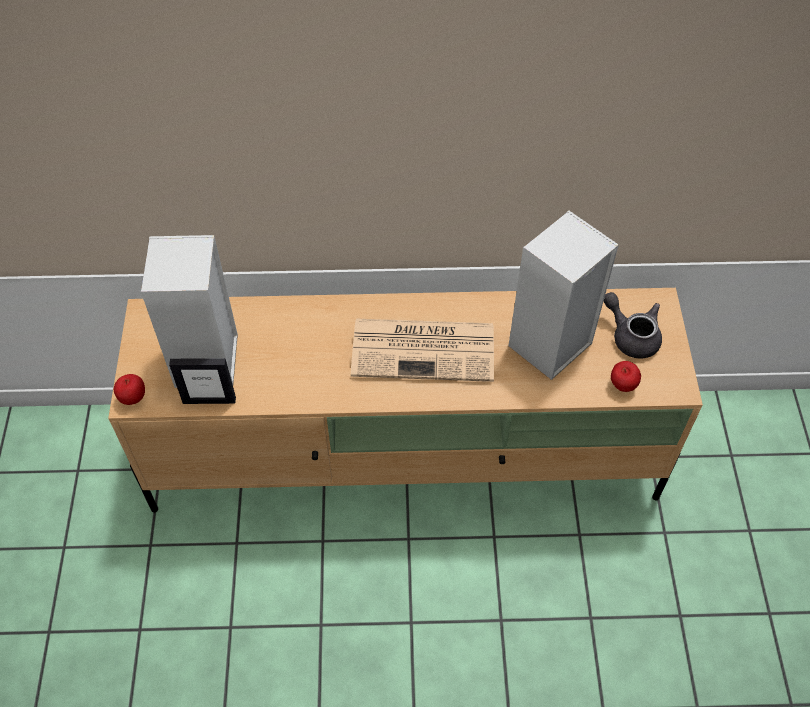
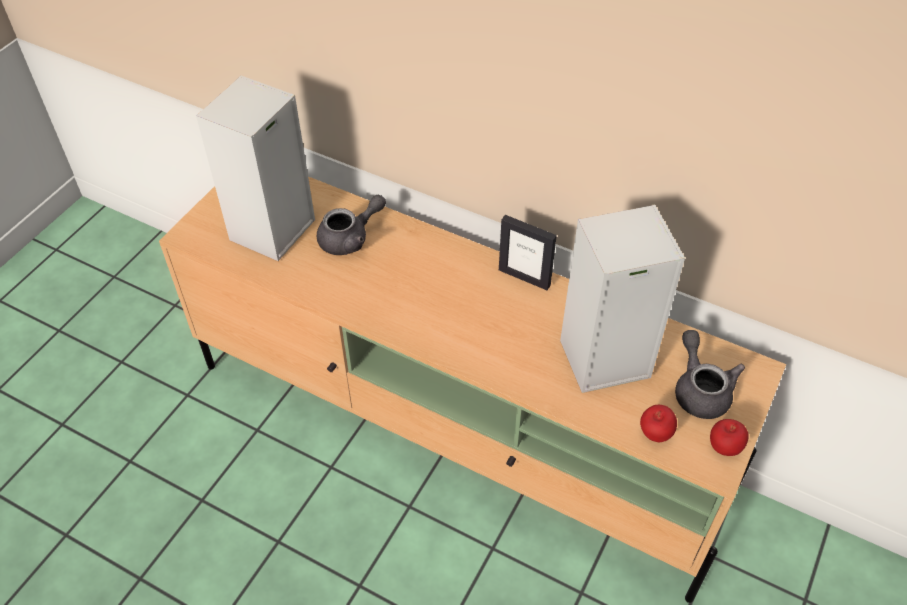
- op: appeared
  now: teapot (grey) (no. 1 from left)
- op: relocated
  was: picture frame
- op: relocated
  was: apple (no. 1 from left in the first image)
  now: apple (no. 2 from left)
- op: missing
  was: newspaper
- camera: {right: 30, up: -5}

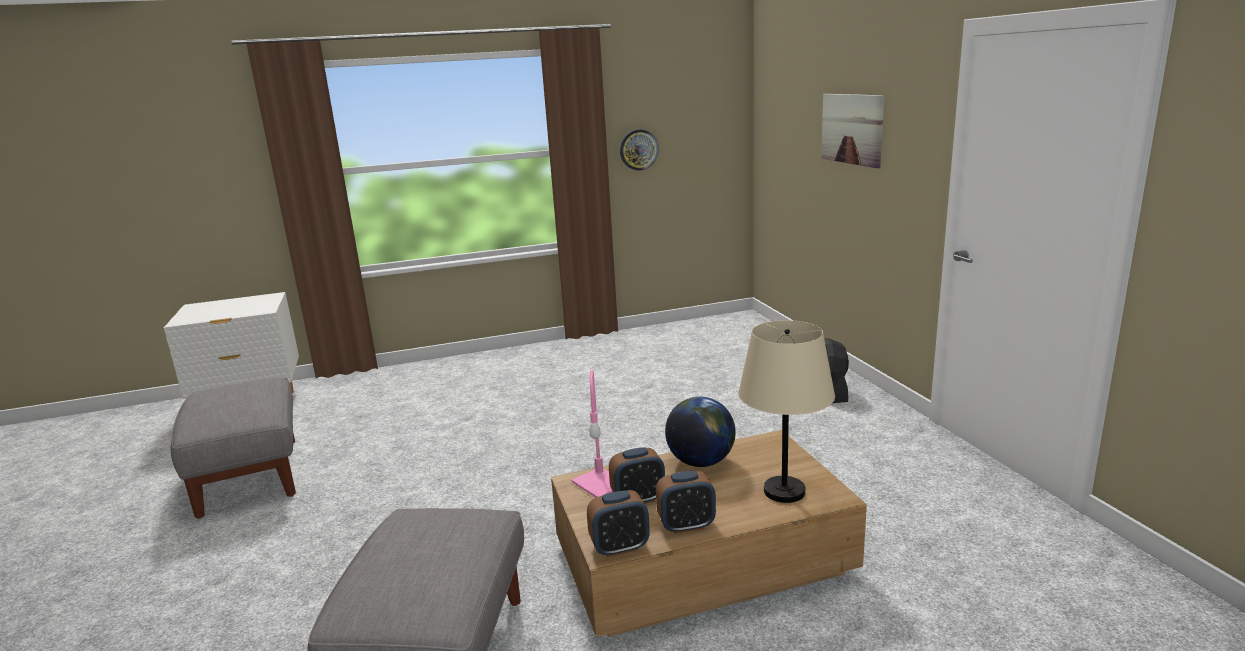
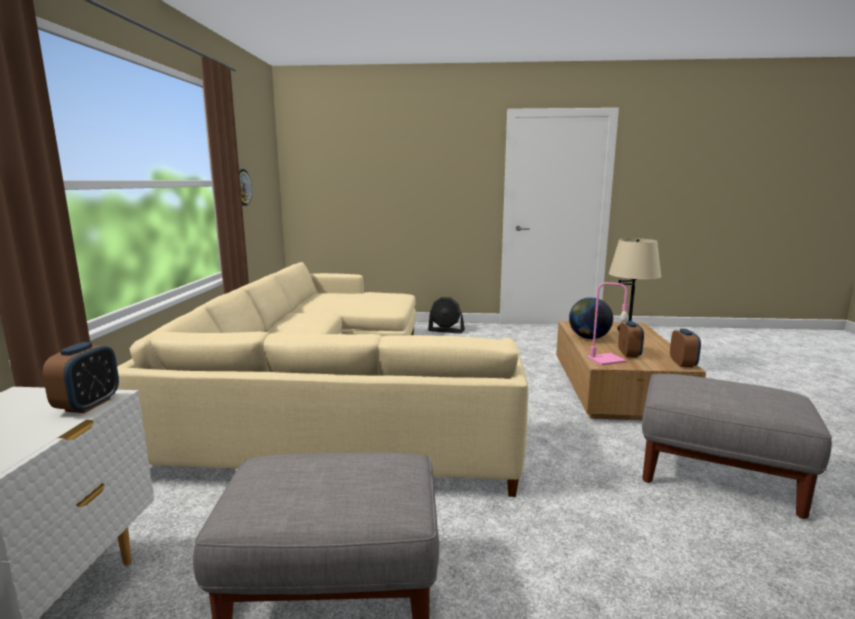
- op: relocated
  was: alarm clock (no. 3 from left in the first image)
  now: alarm clock (no. 1 from left)
- op: appeared
  now: sofa (beige)
- op: missing
  was: picture
- camera: {right: -70, up: -5}

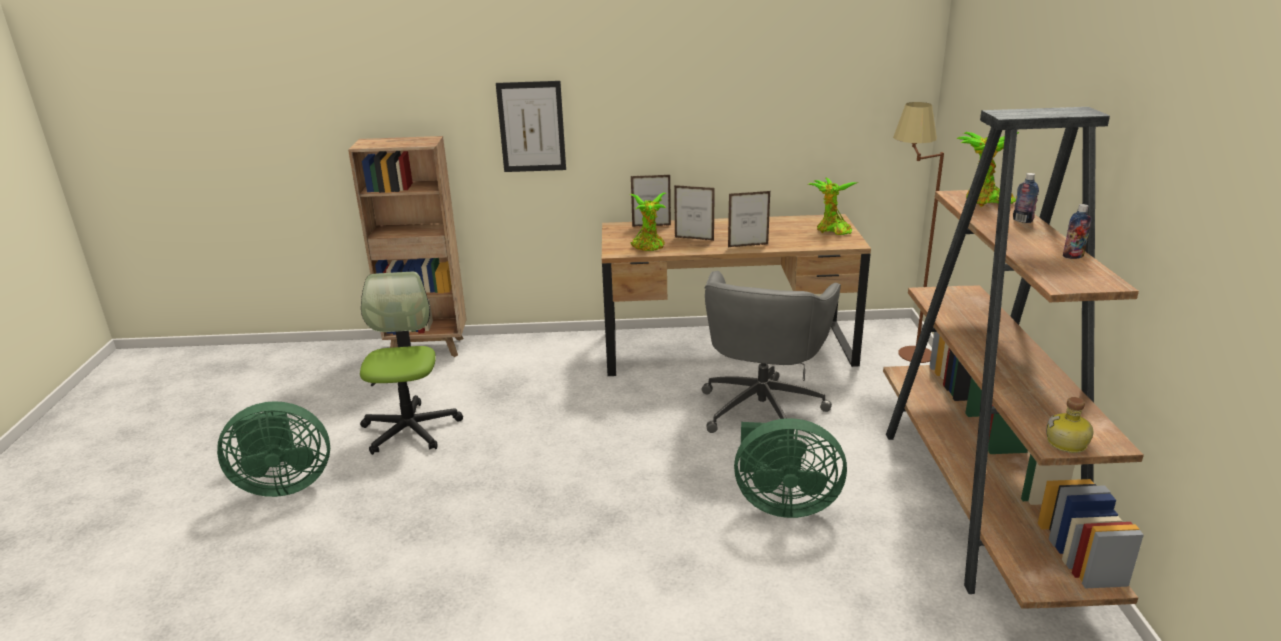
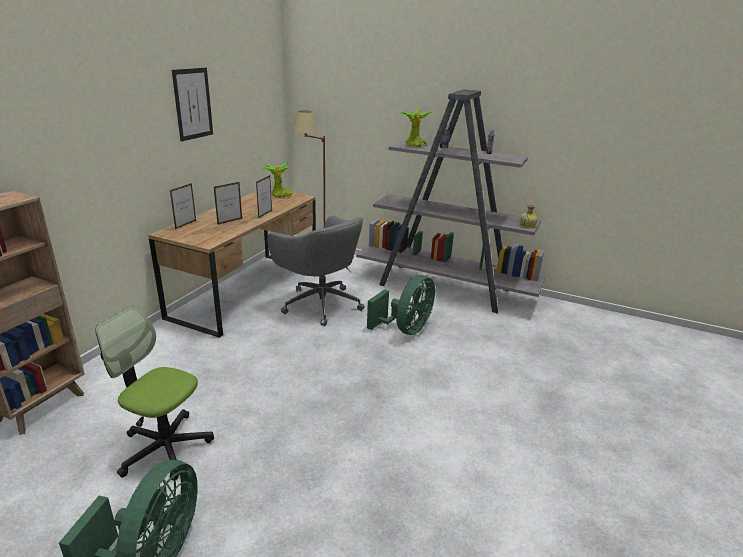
- op: relocated
  was: picture
- op: colour
  was: bookcase (brown) (no. 2 from left)
  now: bookcase (grey)
- op: missing
  was: potted plant (no. 1 from left)
- camera: {right: -65, up: 0}

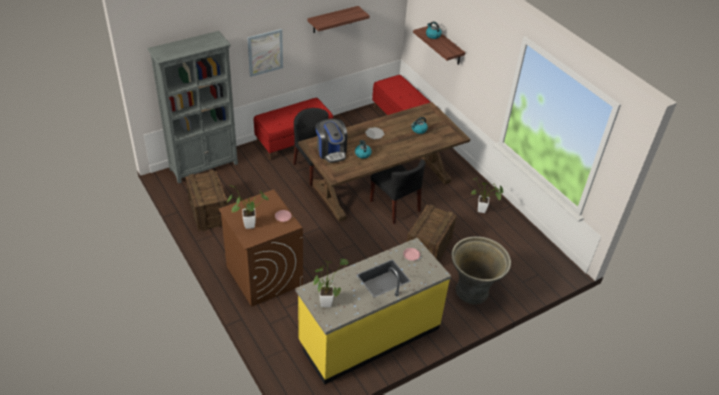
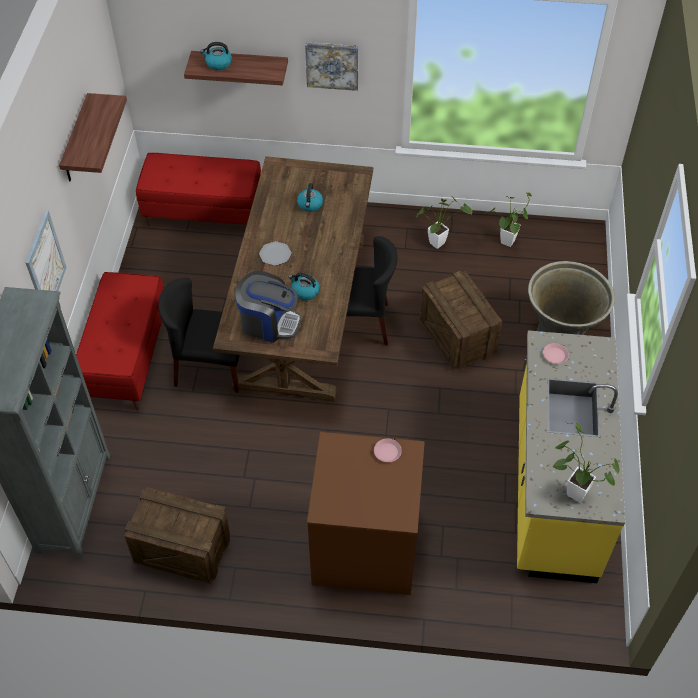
- op: appeared
  now: picture (no. 2 from left)
- op: relocated
  was: potted plant (no. 1 from left in the first image)
  now: potted plant (no. 2 from left)
- camera: {right: -50, up: 10}

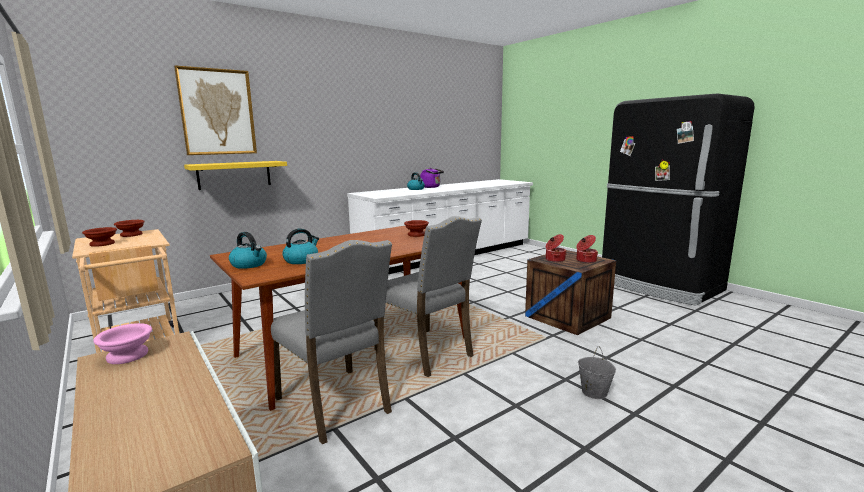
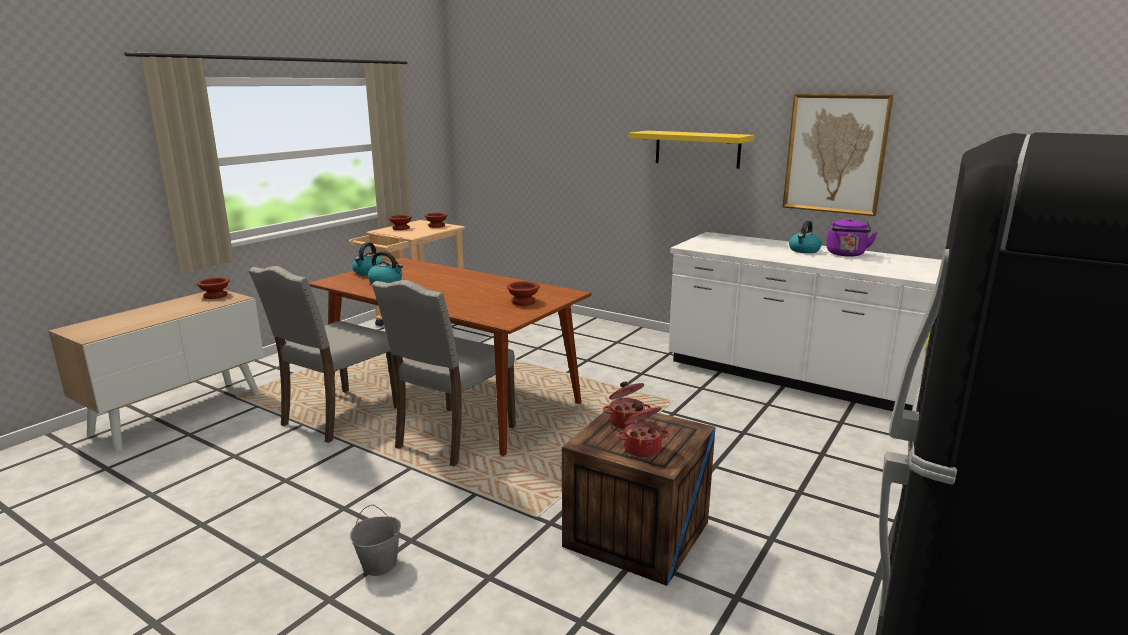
- op: colour
  was: bowl (pink)
  now: bowl (brown) (no. 1 from left)
- op: relocated
  was: shelf (yellow)
- op: relocated
  was: picture
- camera: {right: 70, up: 5}

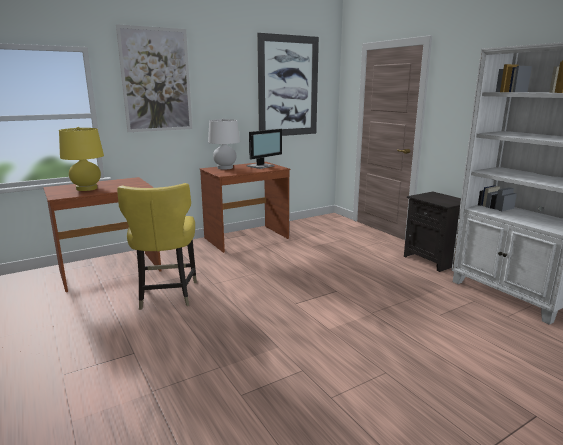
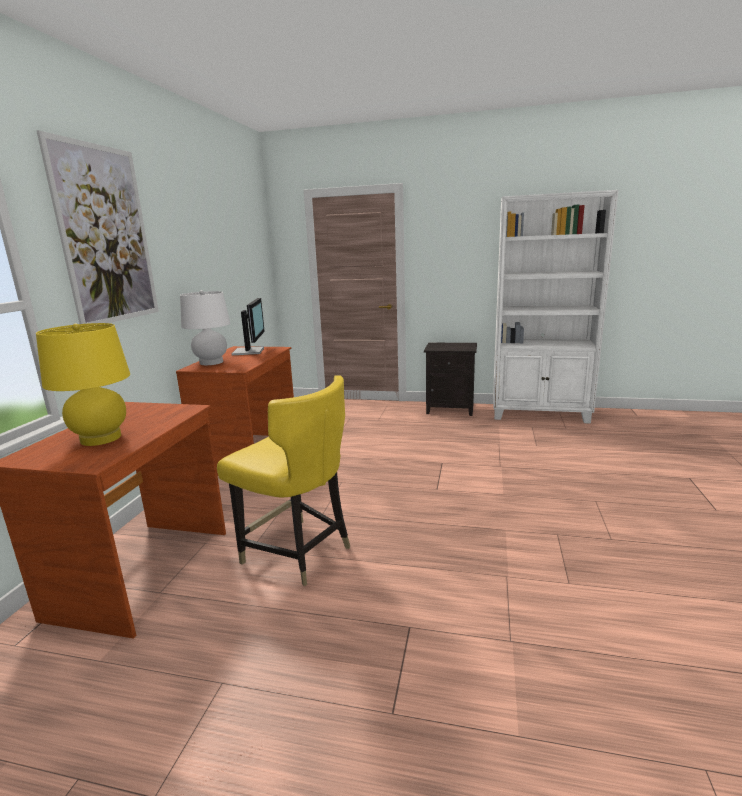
- op: missing
  was: picture (no. 2 from left)
- camera: {right: -45, up: 0}

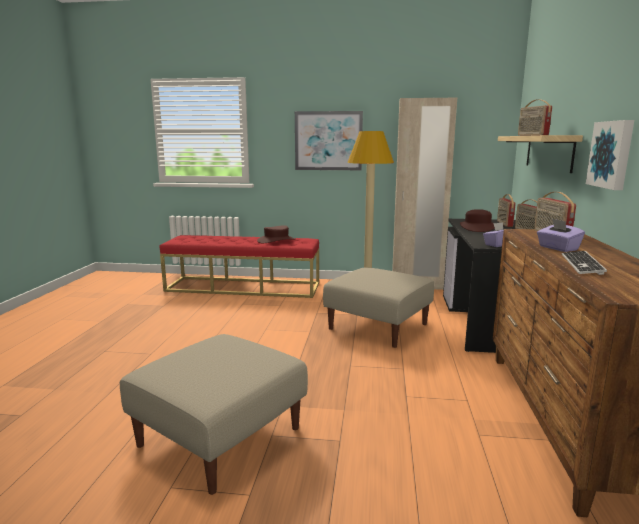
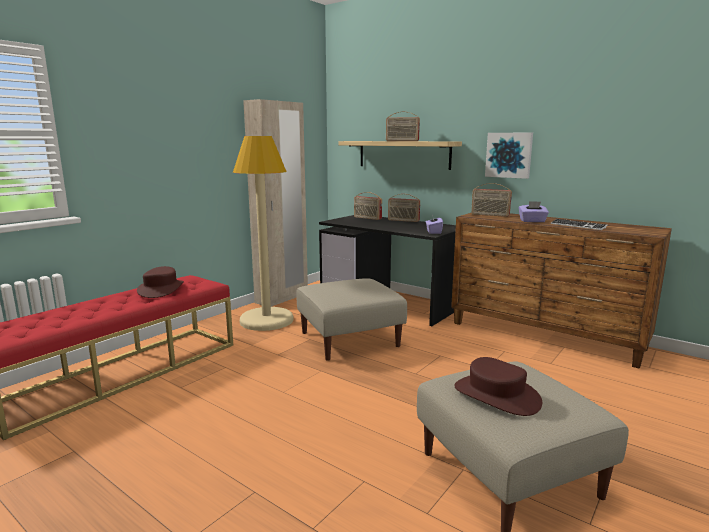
- op: relocated
  was: hat (brown) (no. 2 from left)
- op: missing
  was: picture (no. 1 from left)
- camera: {right: -60, up: 0}

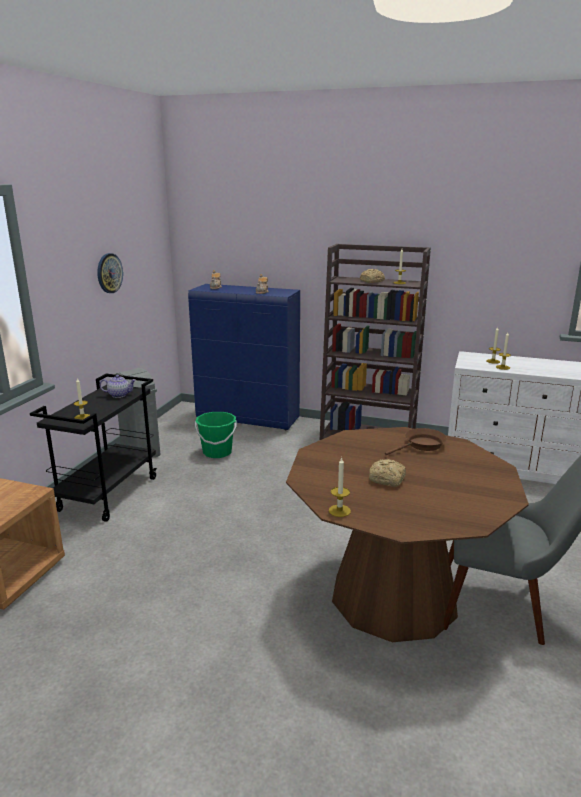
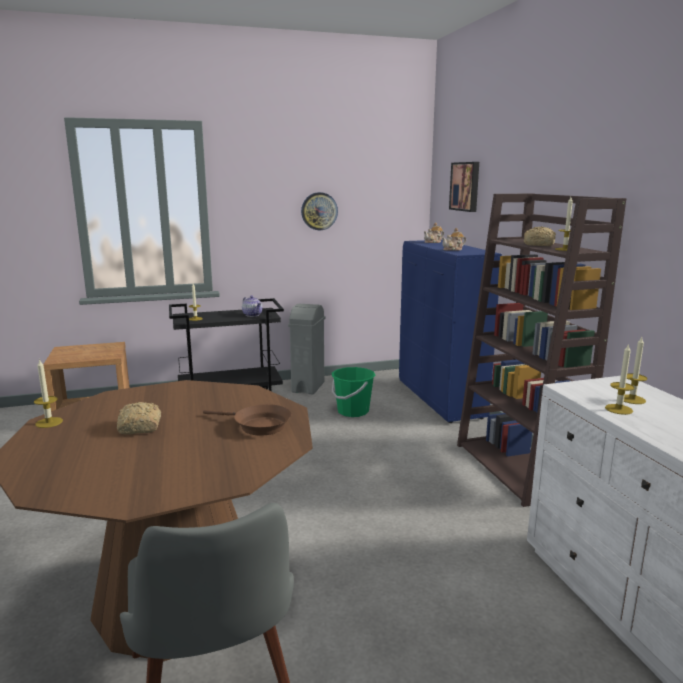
- op: appeared
  now: picture
- camera: {right: 55, up: -5}

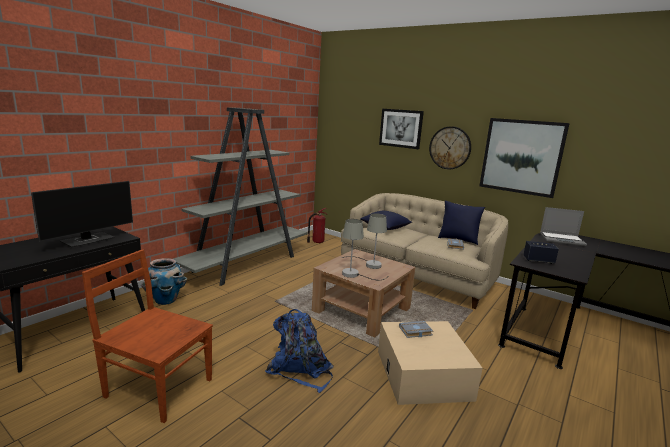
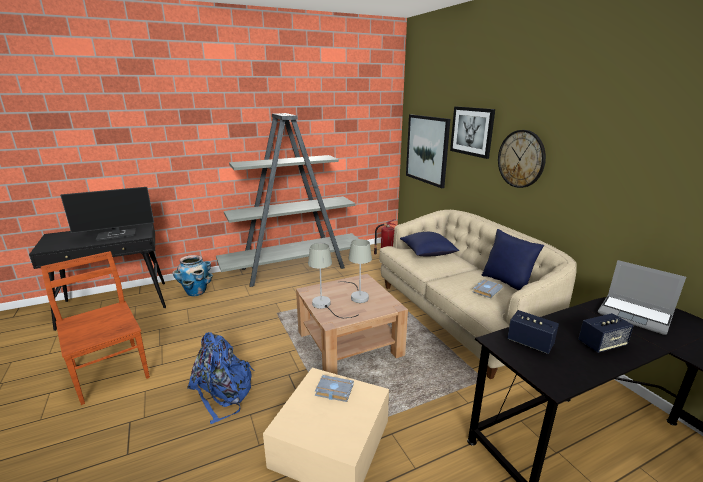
- op: relocated
  was: picture (no. 2 from left in the first image)
  now: picture (no. 1 from left)
- op: appeared
  now: speaker (no. 2 from left)
- camera: {right: 30, up: 5}

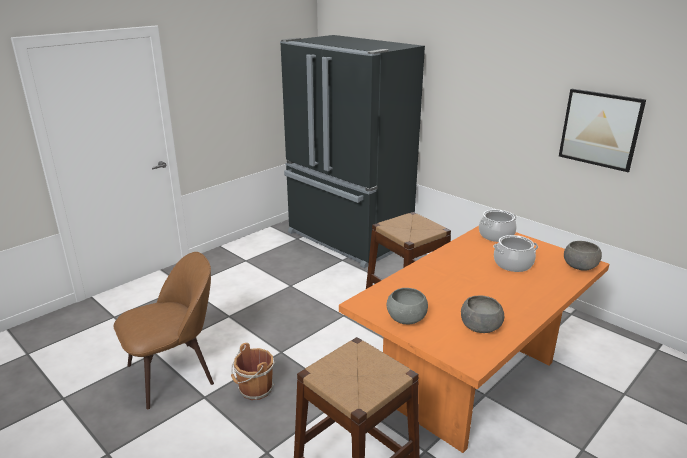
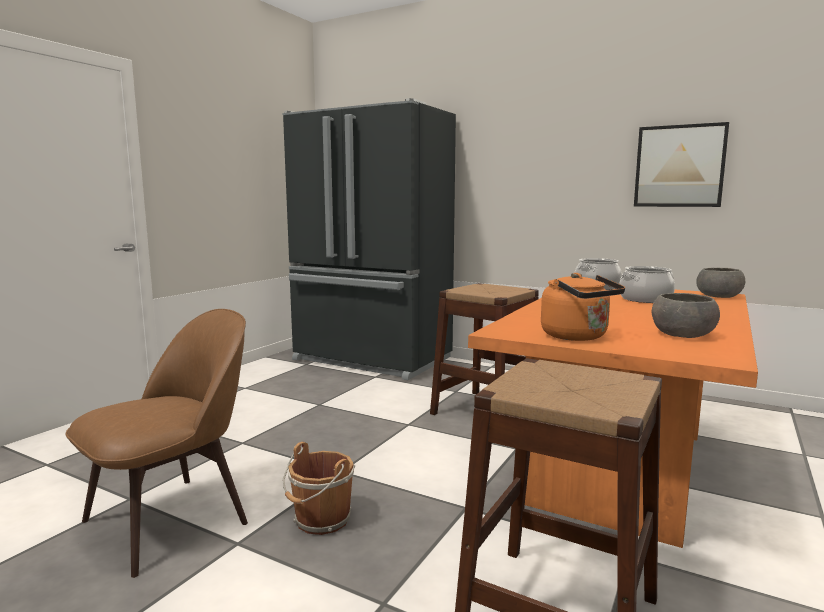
- op: exchanged
  was: bowl (grey) (no. 1 from left)
  now: kettle (orange)
- camera: {right: -15, up: -15}

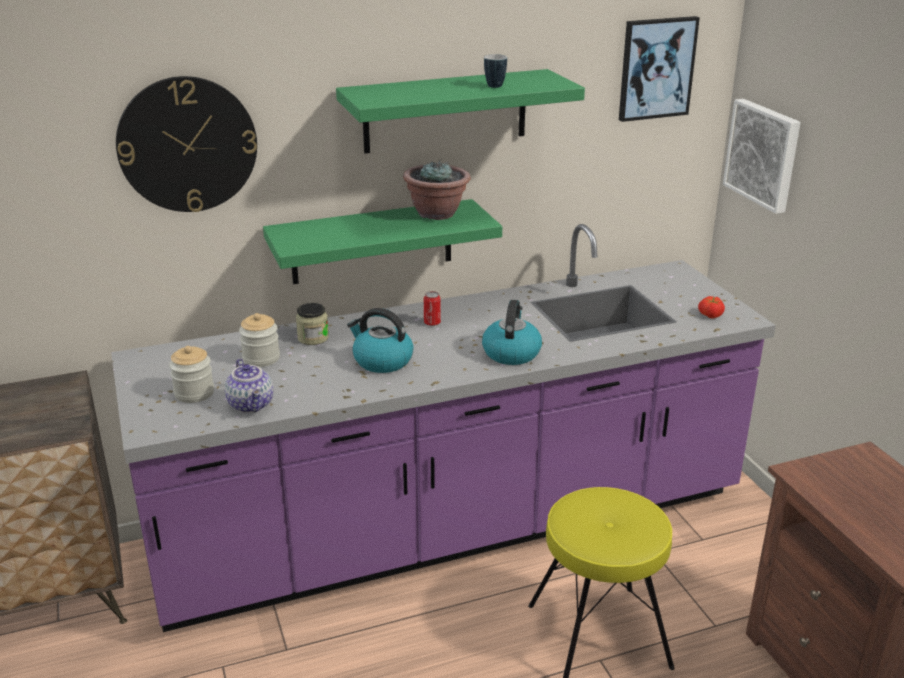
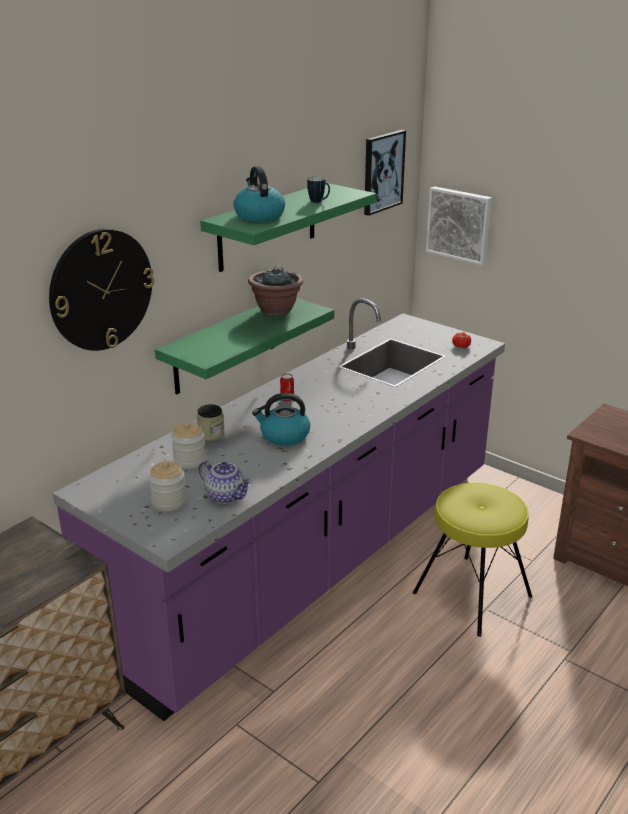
- op: relocated
  was: kettle (no. 2 from left in the first image)
  now: kettle (no. 1 from left)
- camera: {right: -30, up: 0}

